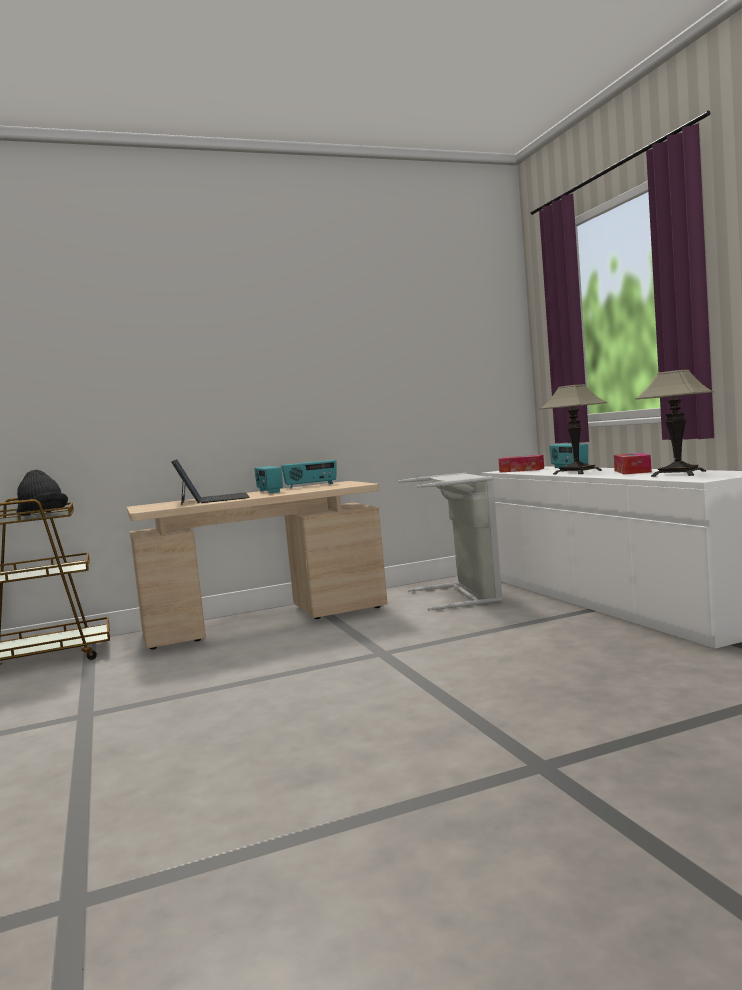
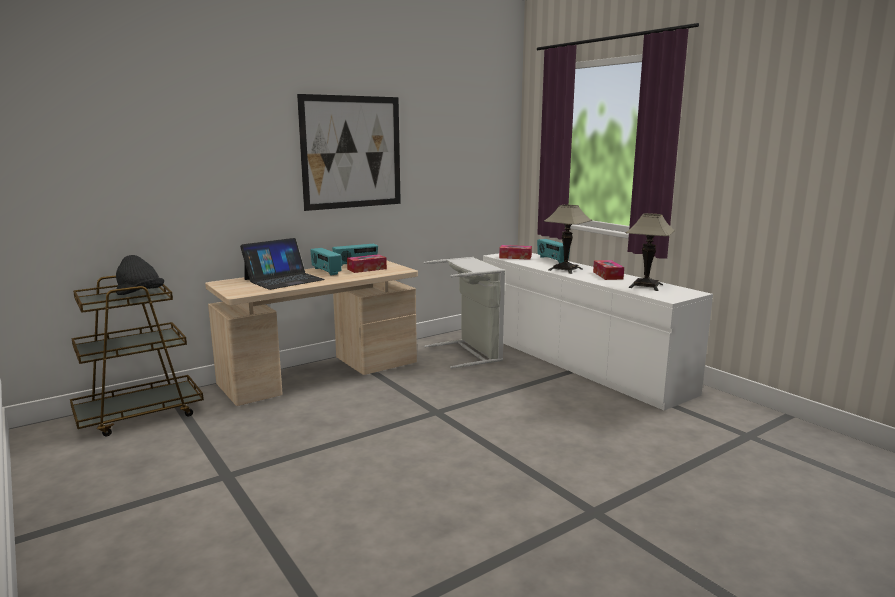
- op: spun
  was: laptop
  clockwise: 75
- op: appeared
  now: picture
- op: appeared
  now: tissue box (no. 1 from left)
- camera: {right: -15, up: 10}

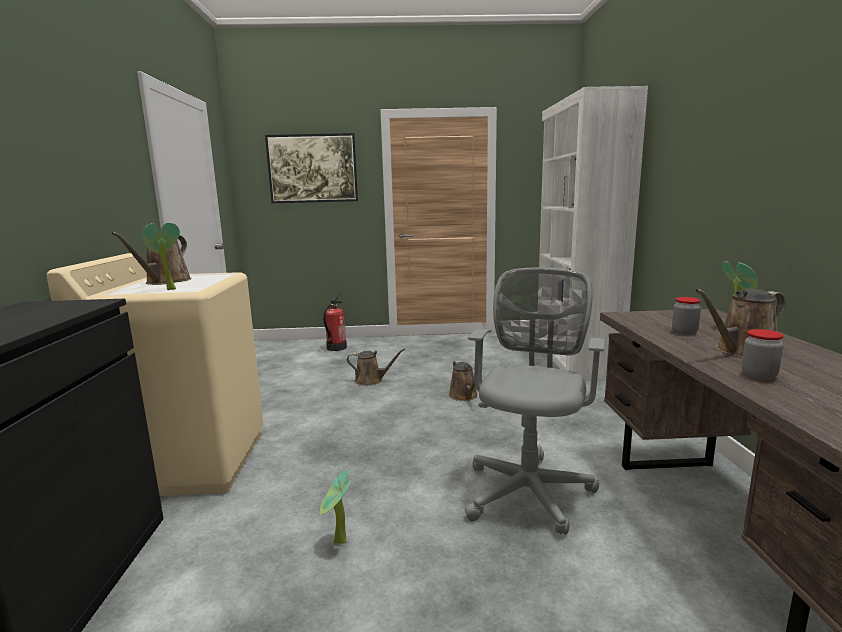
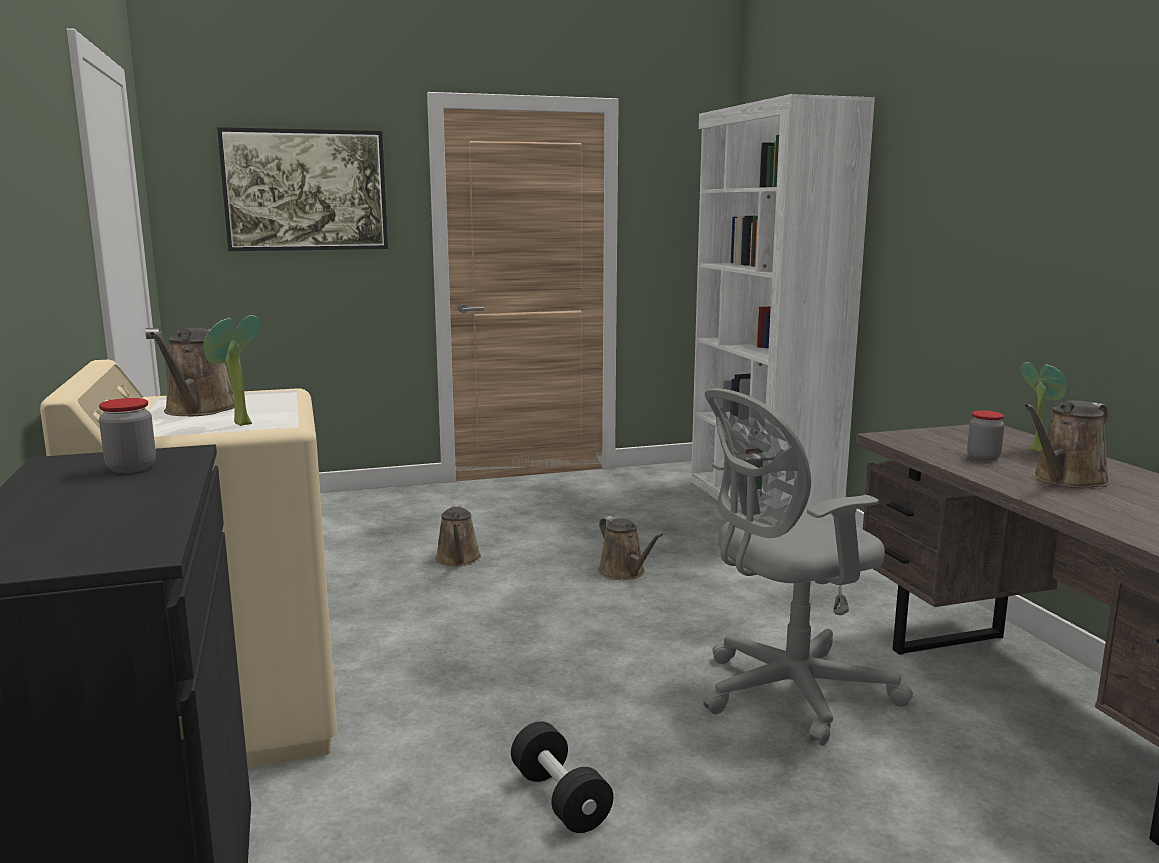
- op: relocated
  was: jar (no. 2 from left in the first image)
  now: jar (no. 1 from left)
- op: spun
  was: watering can (brown) (no. 2 from left)
  clockwise: 90
- op: exchanged
  was: potted plant (no. 2 from left)
  now: dumbbell (black)
- op: spun
  was: office chair (grey)
  clockwise: -120
- op: missing
  was: fire extinguisher
- camera: {right: -15, up: 0}

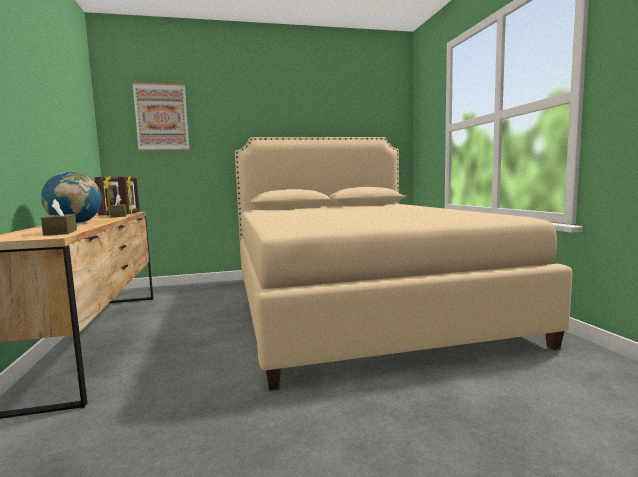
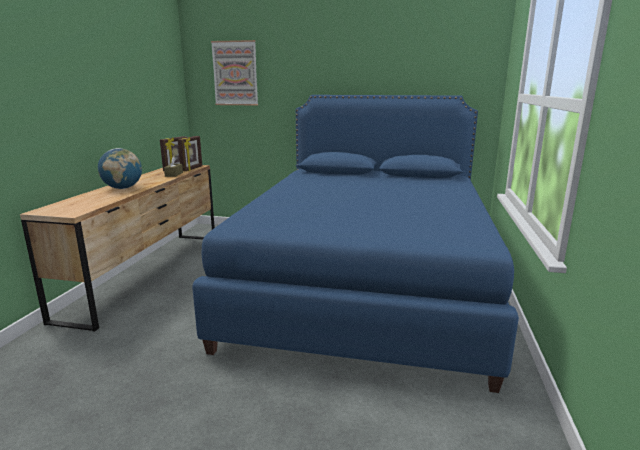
- op: colour
  was: bed (beige)
  now: bed (blue)
- op: missing
  was: tissue box (brown) (no. 1 from left)
- camera: {right: 25, up: 10}

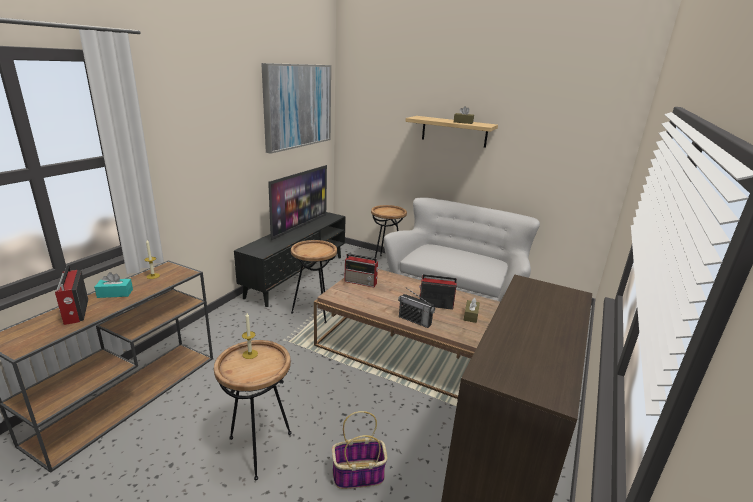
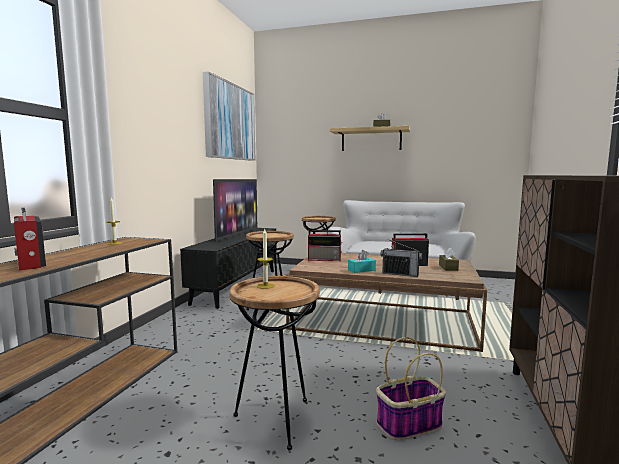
- op: relocated
  was: tissue box (turquoise)
- camera: {right: -10, up: -15}

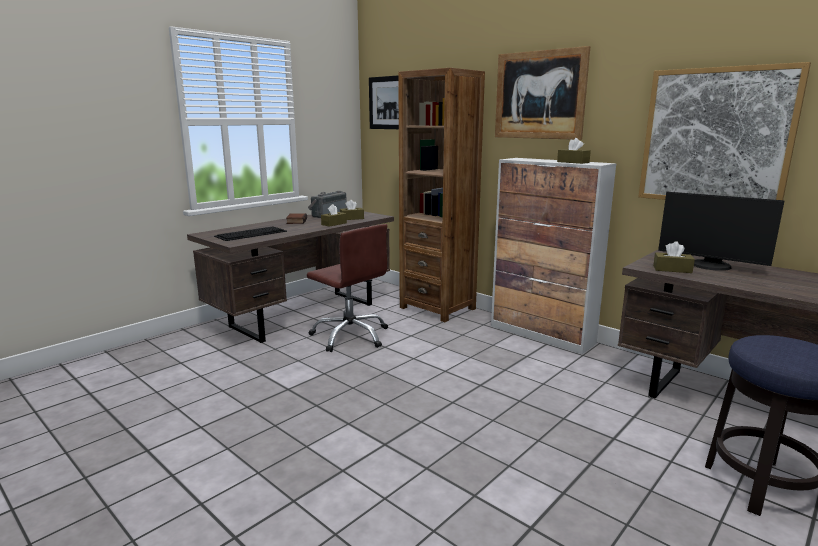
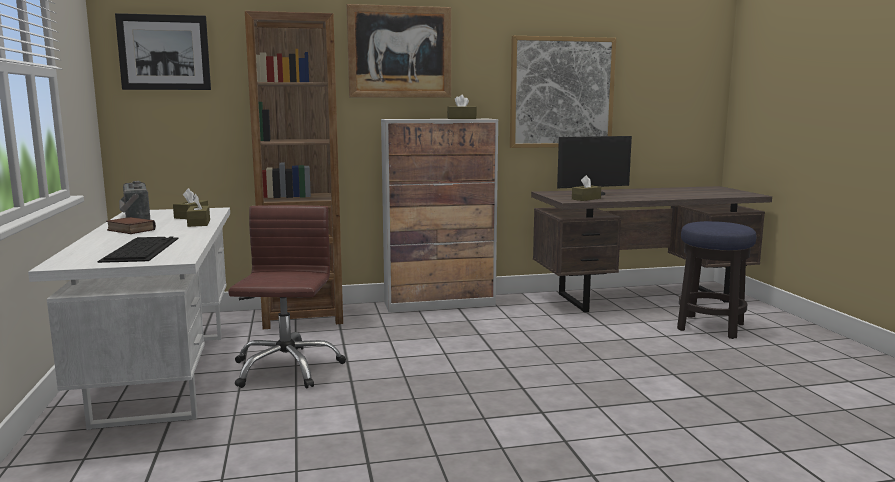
- op: colour
  was: desk (brown) (no. 1 from left)
  now: desk (white)
- op: spun
  was: office chair (brown)
  clockwise: -75
- camera: {right: -55, up: -5}

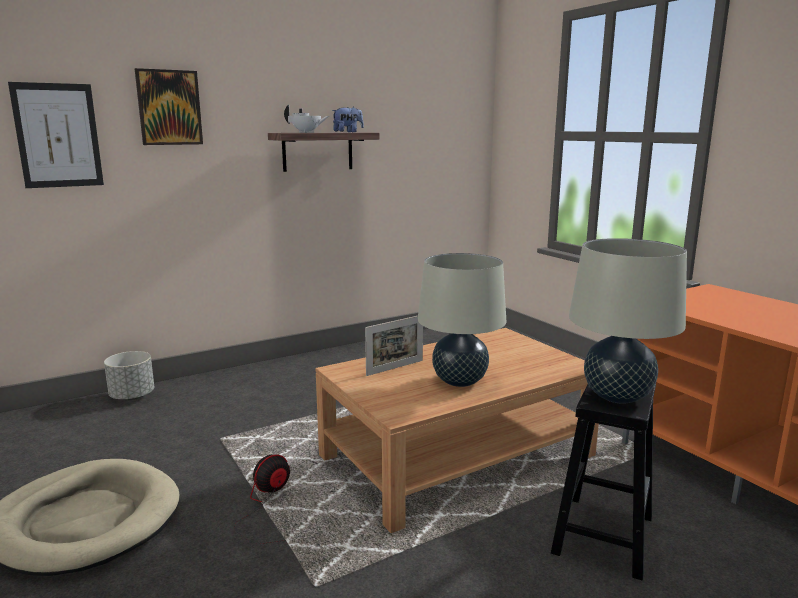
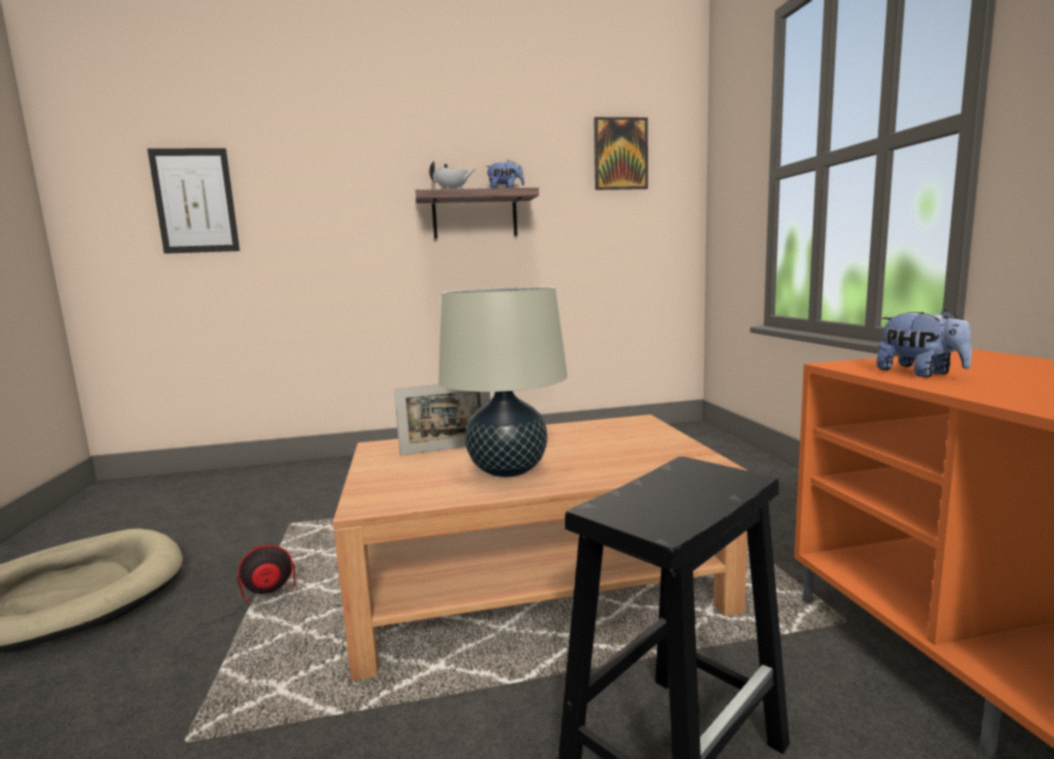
- op: relocated
  was: picture (no. 2 from left)
- op: appeared
  now: plush toy (no. 2 from left)
- op: missing
  was: planter (grey)
- op: missing
  was: table lamp (beige) (no. 2 from left)
- camera: {right: 20, up: -5}

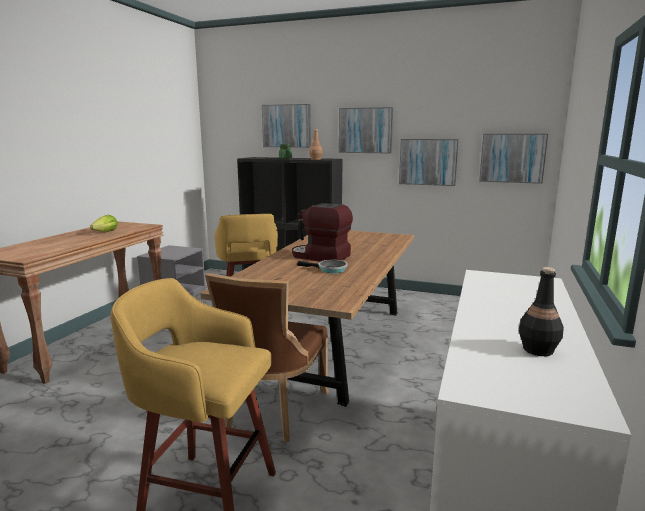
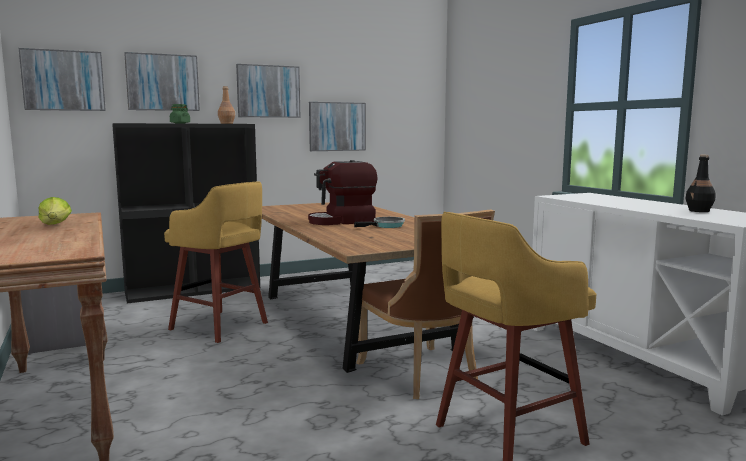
- op: relocated
  was: picture (no. 4 from left in the first image)
  now: picture (no. 1 from left)
- camera: {right: -45, up: -5}

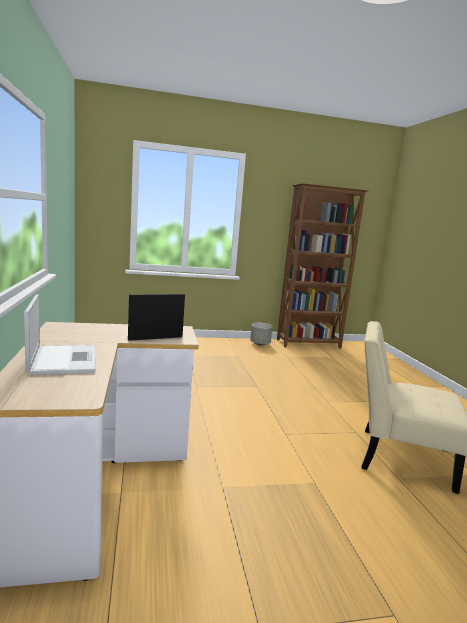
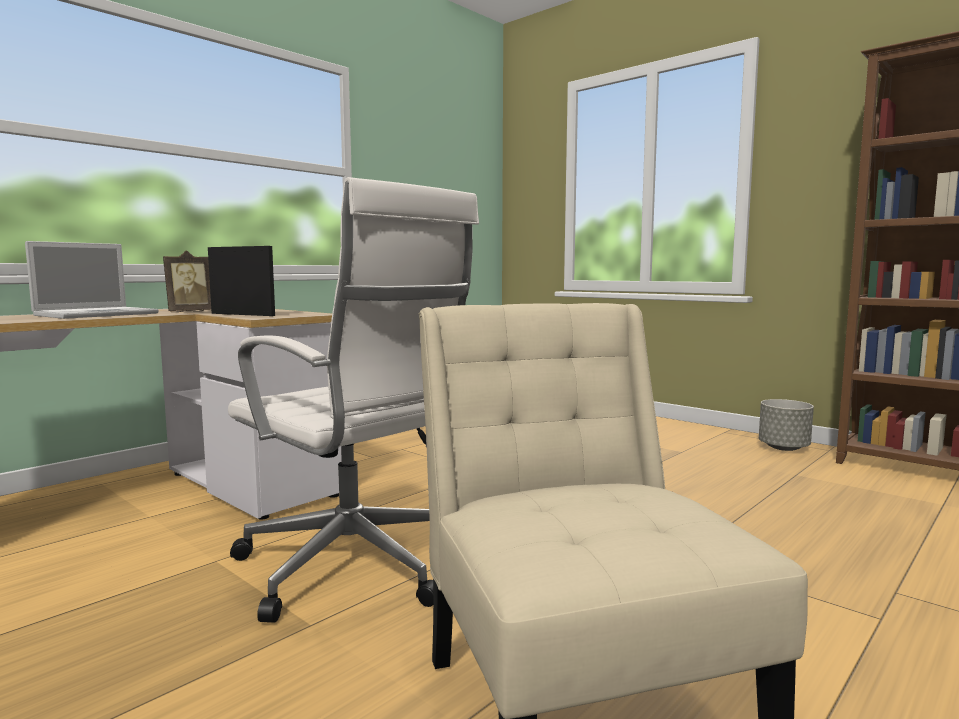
- op: appeared
  now: picture frame (no. 1 from left)
- op: appeared
  now: office chair (white)
- camera: {right: 55, up: -5}

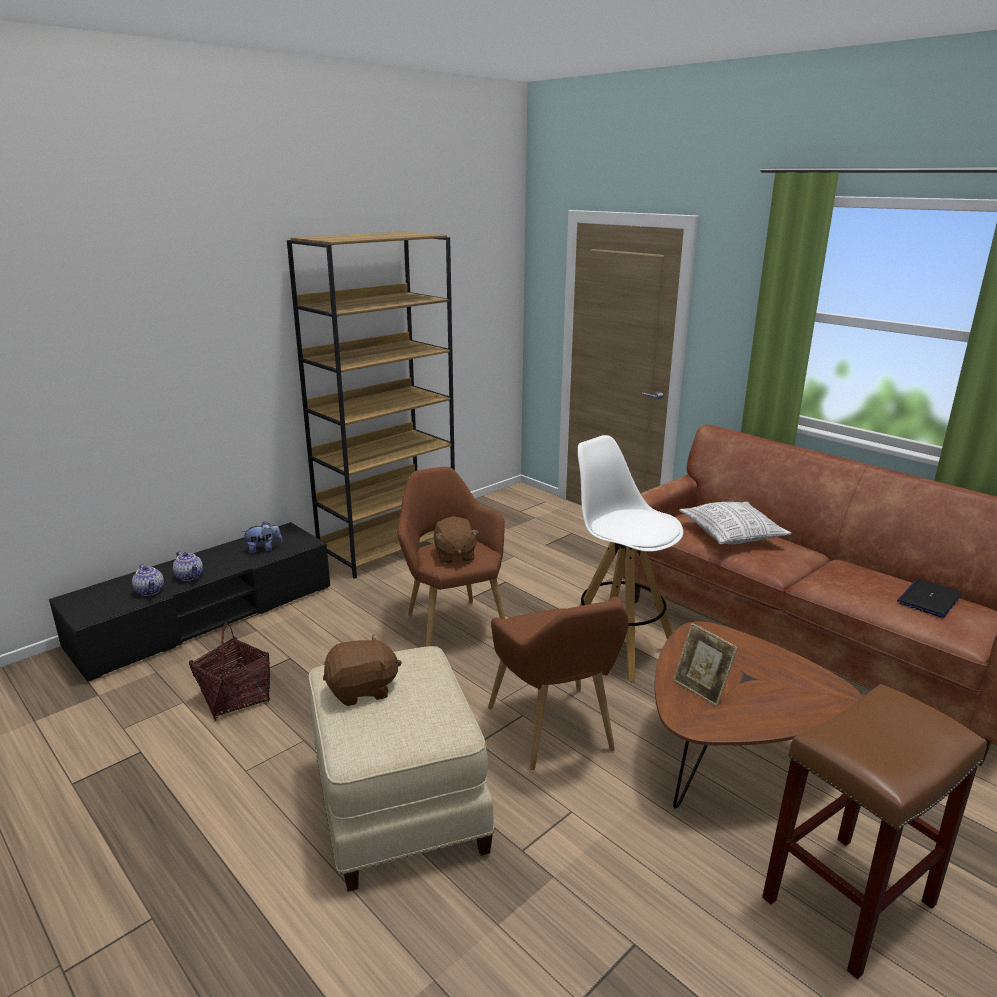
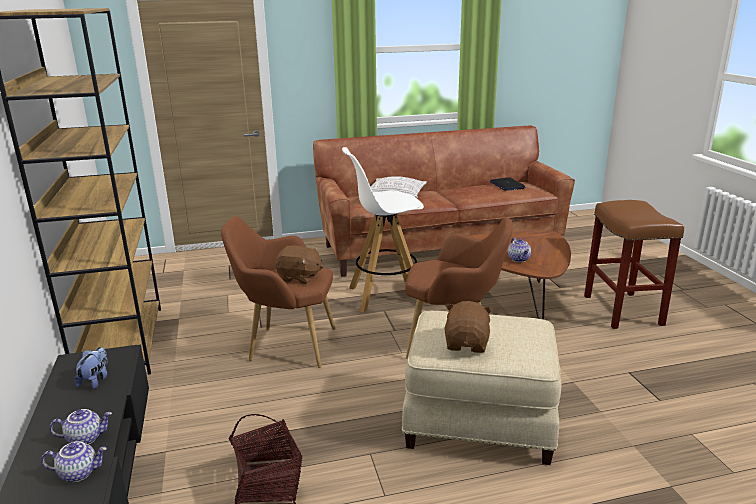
- op: exchanged
  was: picture frame
  now: teapot (no. 3 from left)
- camera: {right: -60, up: 0}

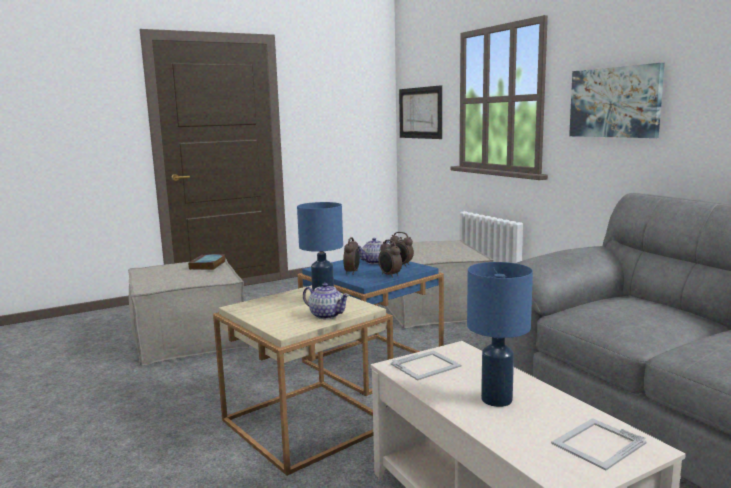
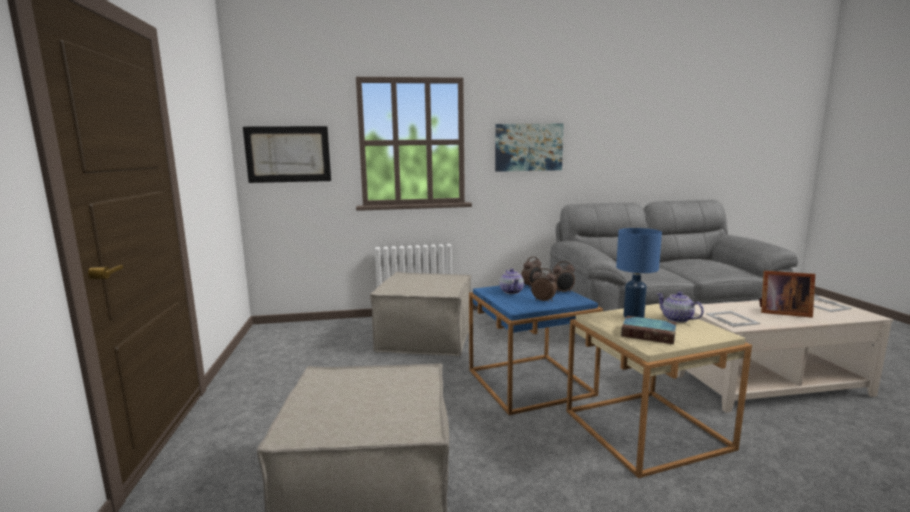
- op: relocated
  was: book
- op: spun
  was: teapot (no. 1 from left in the first image)
  clockwise: -90
- op: exchanged
  was: table lamp (blue) (no. 2 from left)
  now: picture frame (no. 2 from left)
- camera: {right: -70, up: 0}

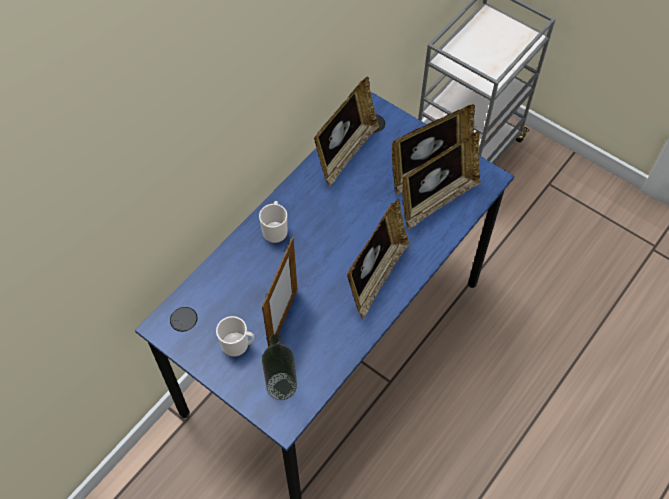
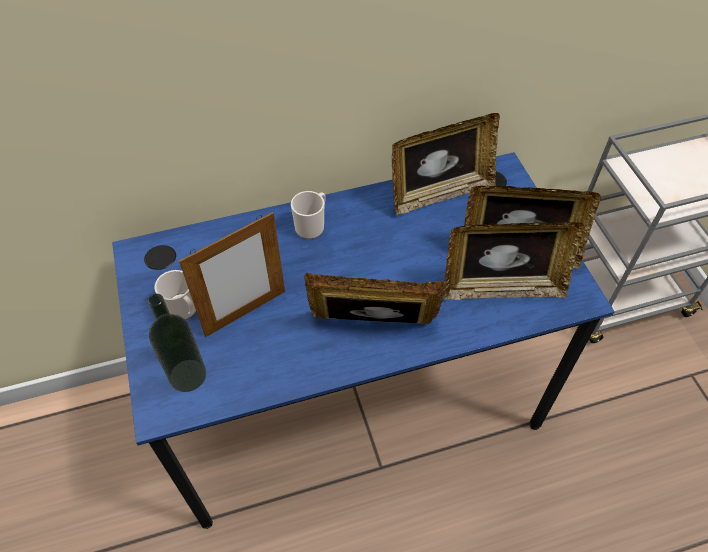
- op: spun
  was: picture frame (no. 3 from left in the first image)
  clockwise: -150
- camera: {right: 35, up: -5}

